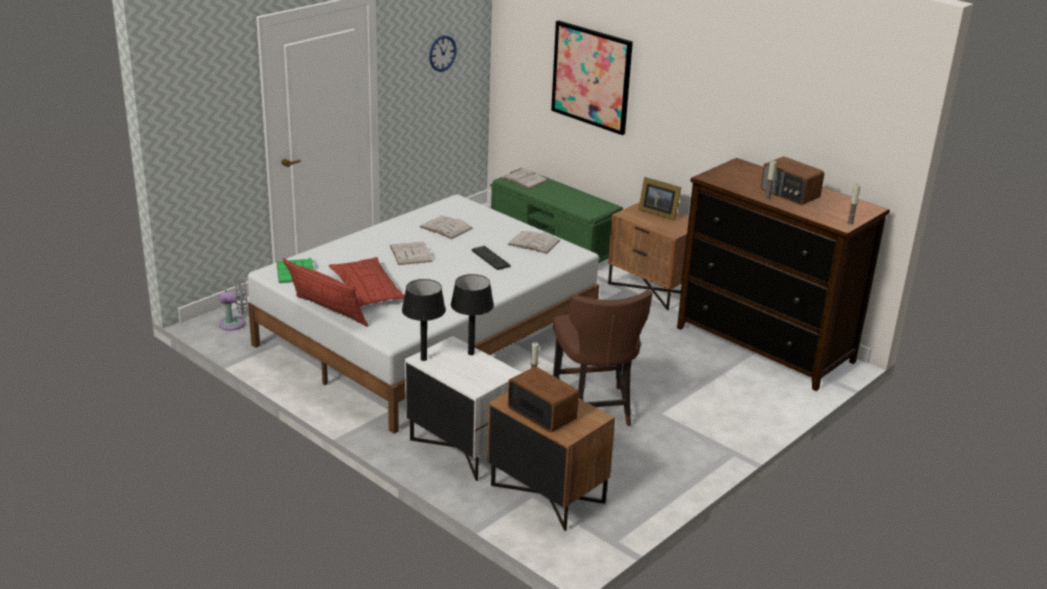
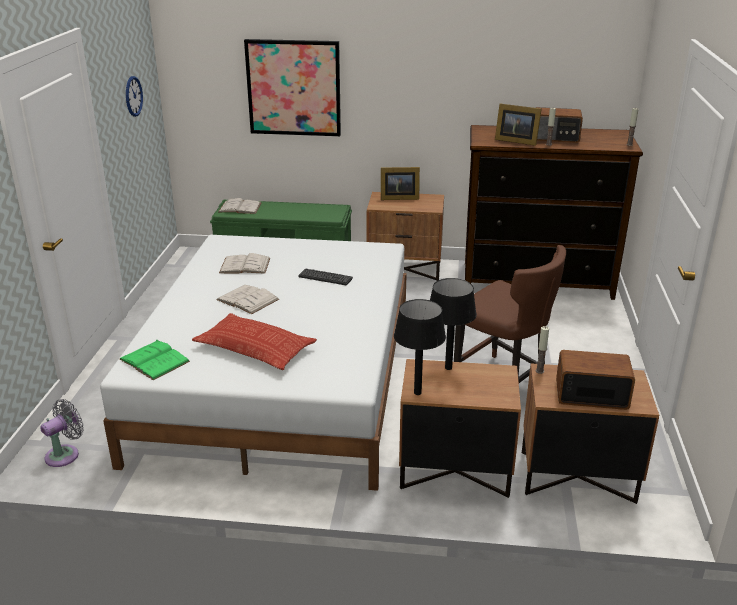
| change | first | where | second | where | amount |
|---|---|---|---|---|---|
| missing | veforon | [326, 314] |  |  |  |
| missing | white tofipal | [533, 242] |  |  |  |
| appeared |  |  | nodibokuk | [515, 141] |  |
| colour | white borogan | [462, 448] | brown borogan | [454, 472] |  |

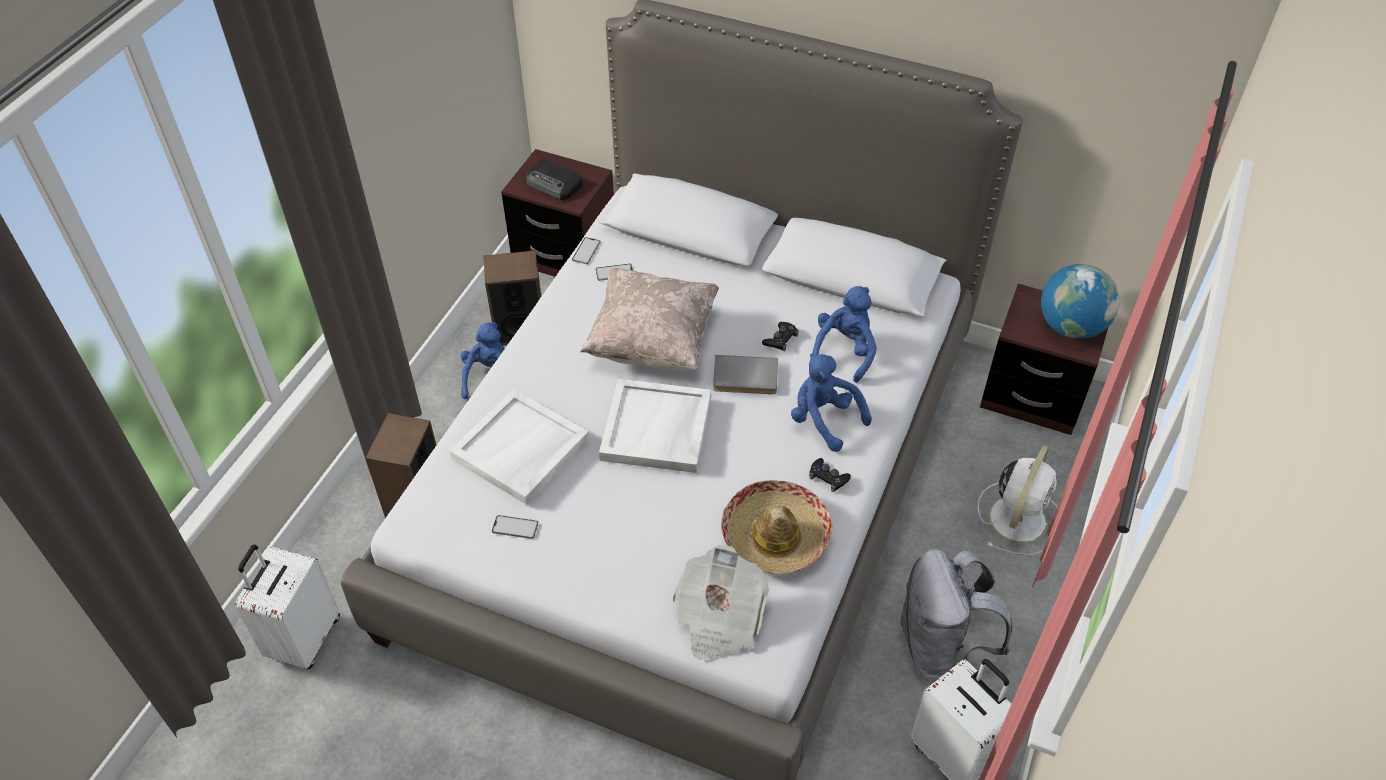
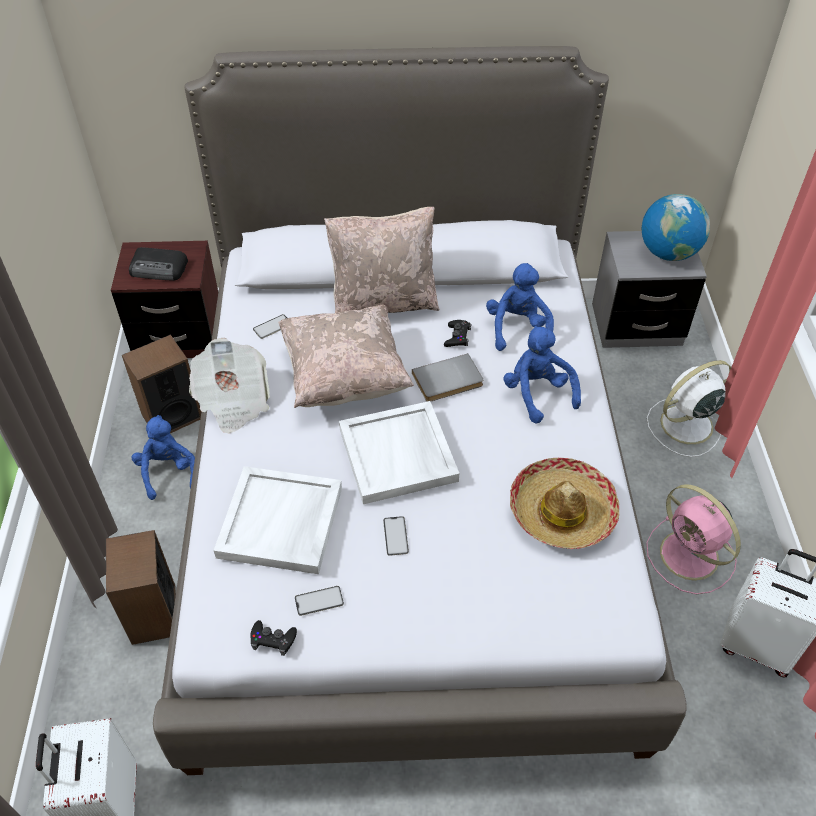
| change | first | where | second | where | amount |
|---|---|---|---|---|---|
| appeared |  |  | beige veforon | [384, 302] |  |
| relocated | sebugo | [586, 251] |  | [395, 536] |  |
| relocated | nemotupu | [718, 618] |  | [233, 400] |  |
| relocated | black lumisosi | [828, 477] |  | [273, 639] |  |
| exchanged | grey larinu | [940, 647] | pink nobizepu | [691, 557] |  |
| colour | brown borogan | [1032, 396] | grey borogan | [636, 325] |  |
| spun | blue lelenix | [824, 419] |  | [537, 393] | 45 degrees clockwise |
| spun | white nobizepu | [1018, 517] |  | [684, 425] | 120 degrees counterclockwise |

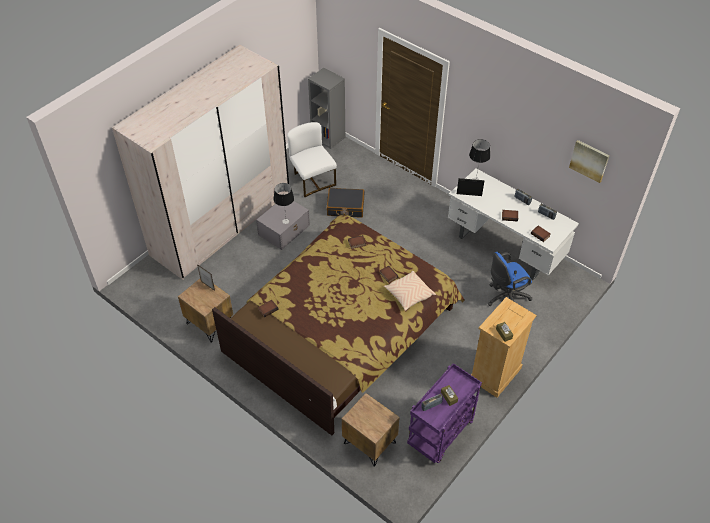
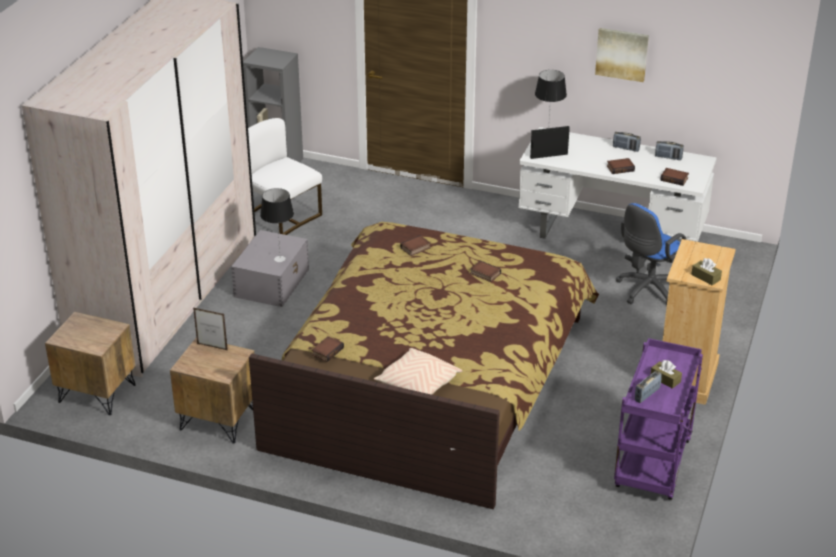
| change | first | where | second | where | amount |
|---|---|---|---|---|---|
| missing | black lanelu | [345, 207] |  |  |  |
| relocated | brown borogan | [369, 443] |  | [96, 394] |  |
| relocated | beige veforon | [409, 295] |  | [418, 384] |  |
| relocated | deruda | [589, 160] |  | [622, 54] |  |

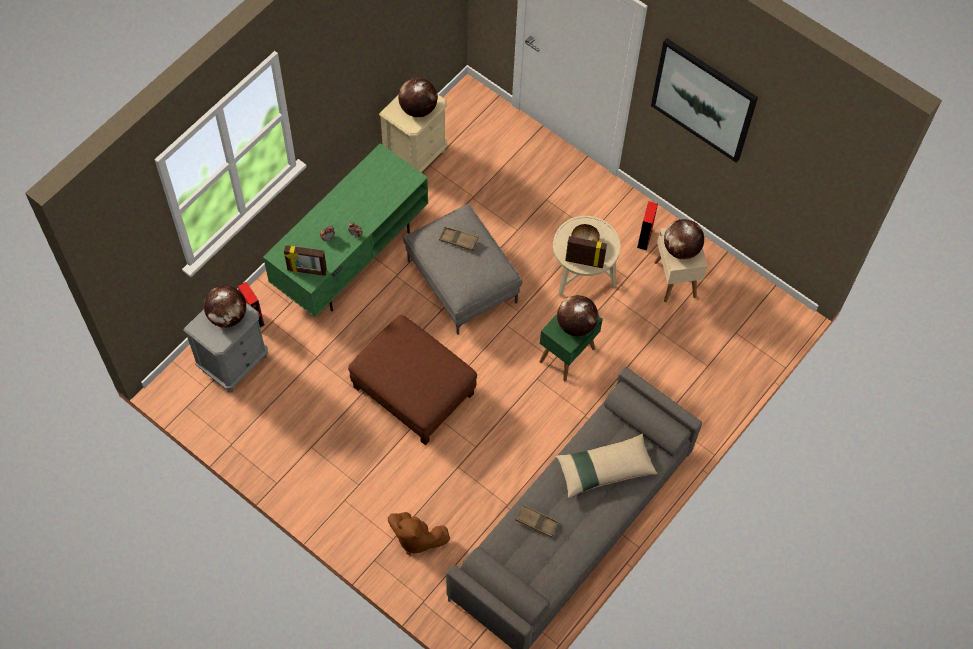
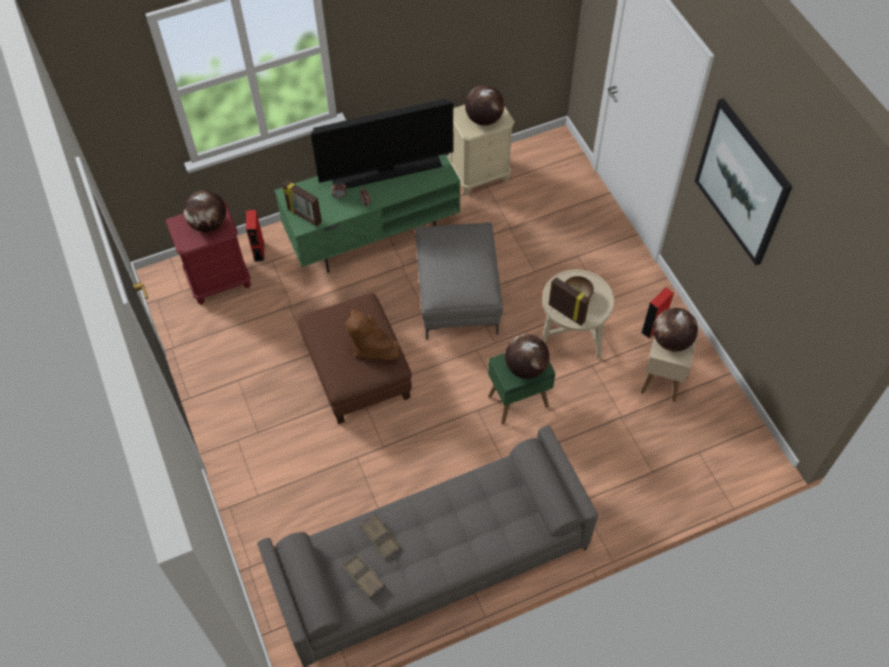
| change | first | where | second | where | amount |
|---|---|---|---|---|---|
| missing | beige veforon | [604, 469] |  |  |  |
| appeared |  |  | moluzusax | [387, 171] |  |
| relocated | brown lelenix | [415, 538] |  | [370, 346] |  |
| relocated | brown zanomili | [458, 240] |  | [363, 577] |  |
| colour | grey borogan | [234, 362] | red borogan | [219, 280] |  |

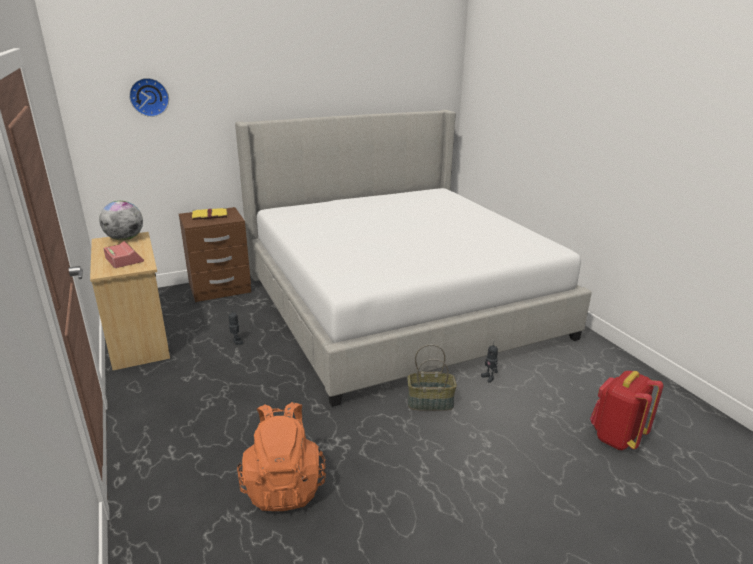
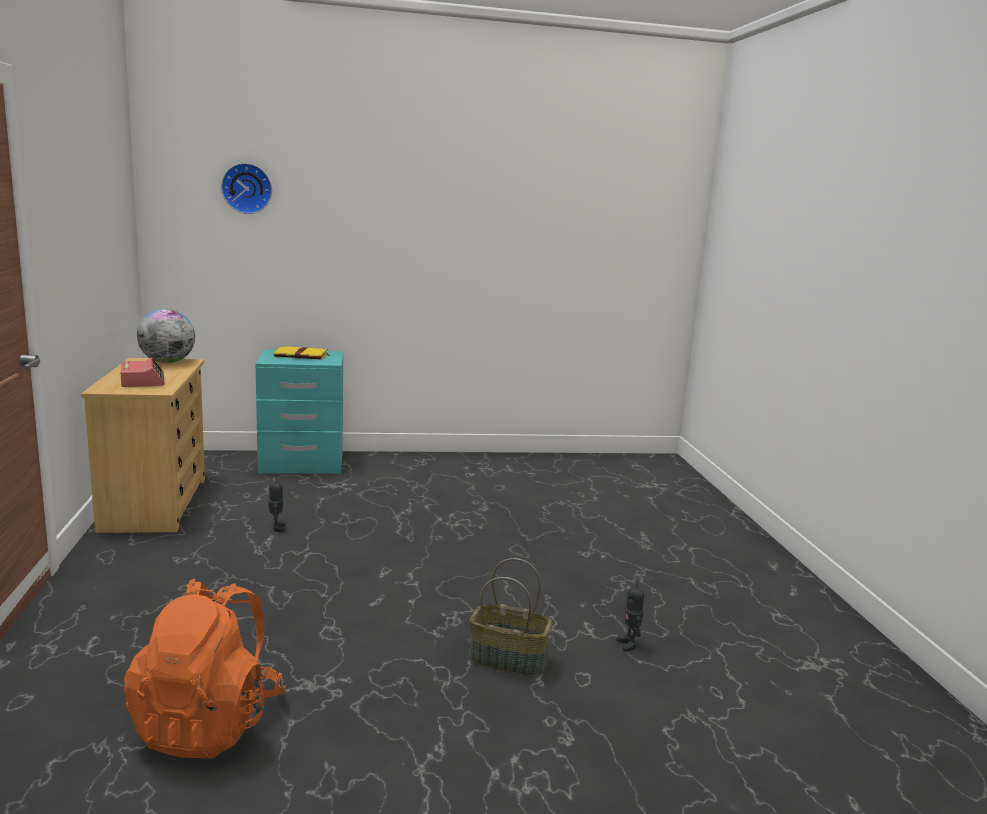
| change | first | where | second | where | amount |
|---|---|---|---|---|---|
| missing | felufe | [398, 304] |  |  |  |
| missing | red larinu | [616, 437] |  |  |  |
| colour | brown borogan | [220, 289] | turquoise borogan | [301, 463] |  |

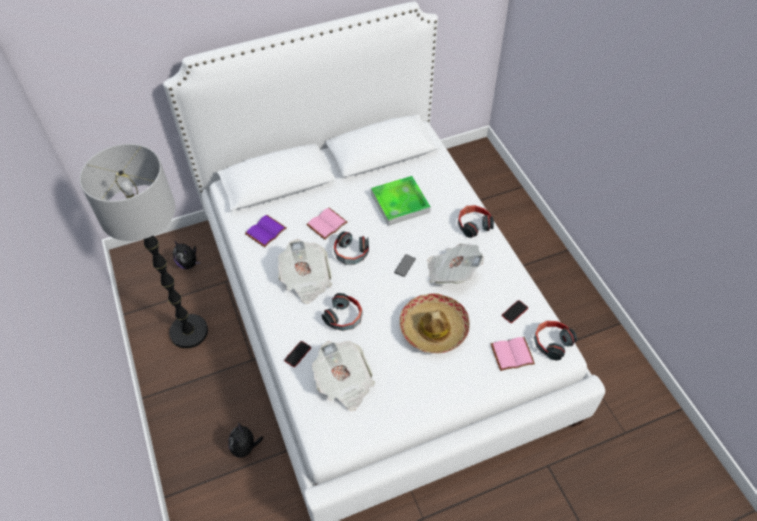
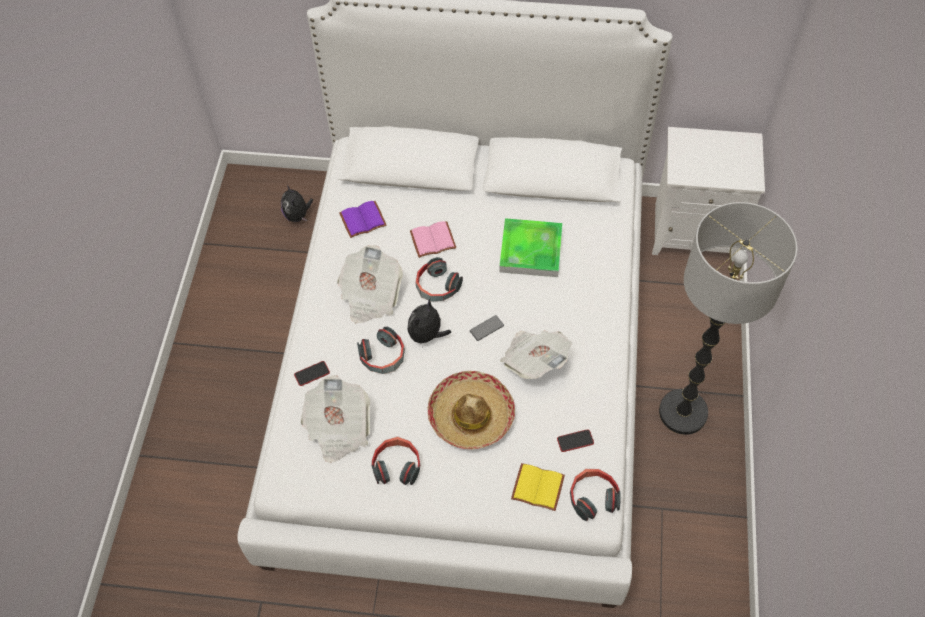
| change | first | where | second | where | amount |
|---|---|---|---|---|---|
| appeared |  |  | white borogan | [695, 231] |  |
| relocated | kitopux | [189, 332] |  | [683, 413] |  |
| relocated | lelenix | [245, 448] |  | [427, 335] |  |
| relocated | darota | [473, 225] |  | [397, 465] |  |
| colour | pink tofipal | [511, 355] | yellow tofipal | [536, 488] |  |

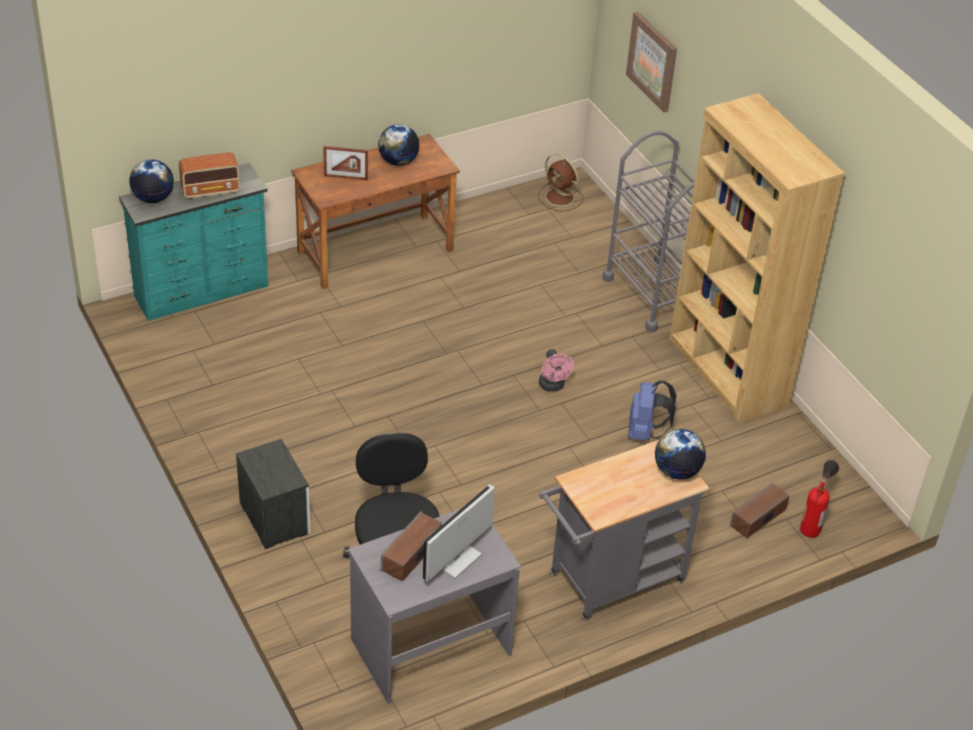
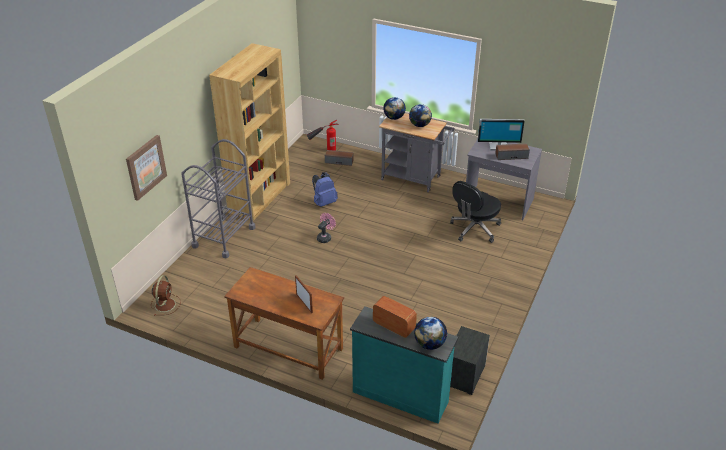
| change | first | where | second | where | amount |
|---|---|---|---|---|---|
| relocated | borogan | [274, 517] |  | [464, 375] |  |
| relocated | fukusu | [398, 161] |  | [419, 125] |  |

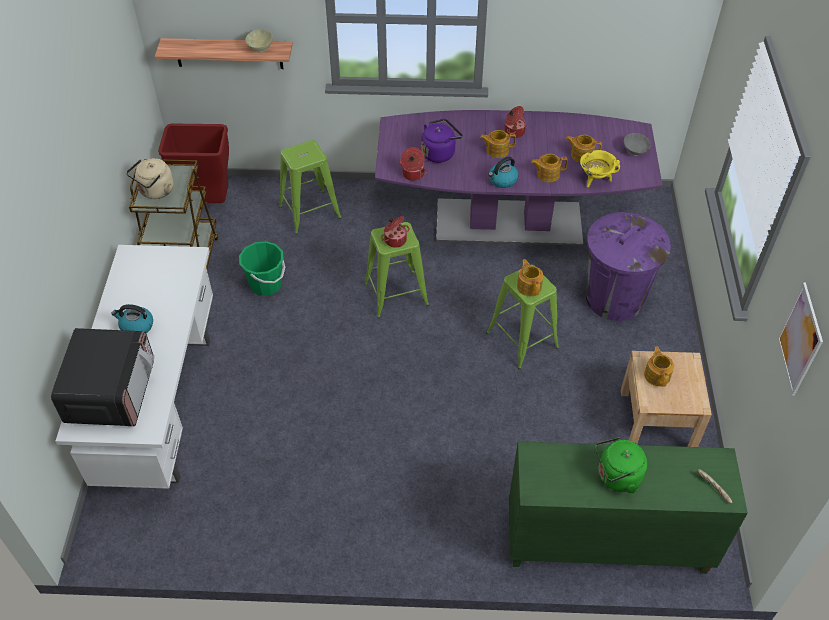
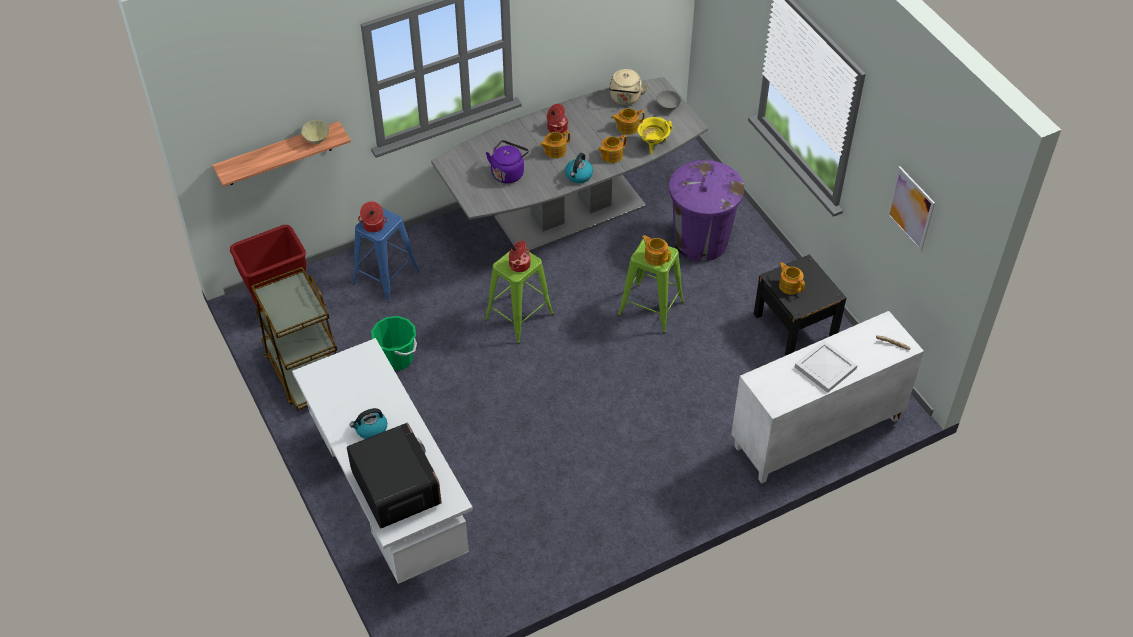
| change | first | where | second | where | amount |
|---|---|---|---|---|---|
| relocated | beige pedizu | [155, 191] |  | [625, 99] |  |
| relocated | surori | [412, 174] |  | [373, 226] |  |
| exchanged | green pedizu | [616, 477] | white zanomili | [824, 368] |  |
| colour | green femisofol | [309, 212] | blue femisofol | [385, 277] |  |
| colour | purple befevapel | [509, 222] | grey befevapel | [571, 212] |  |
| colour | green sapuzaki | [605, 544] | white sapuzaki | [816, 434] |  |
| colour | beige borogan | [657, 421] | black borogan | [795, 325] |  |

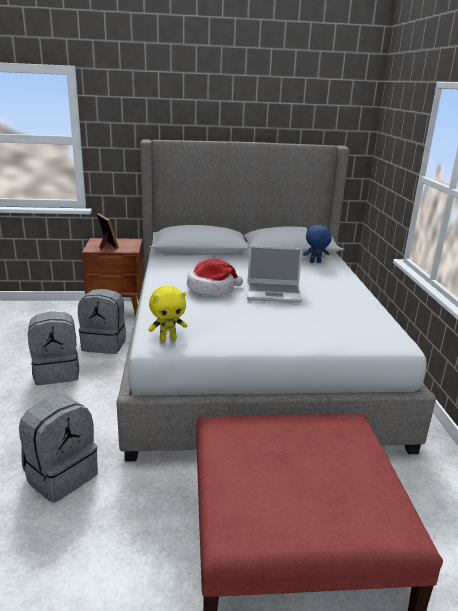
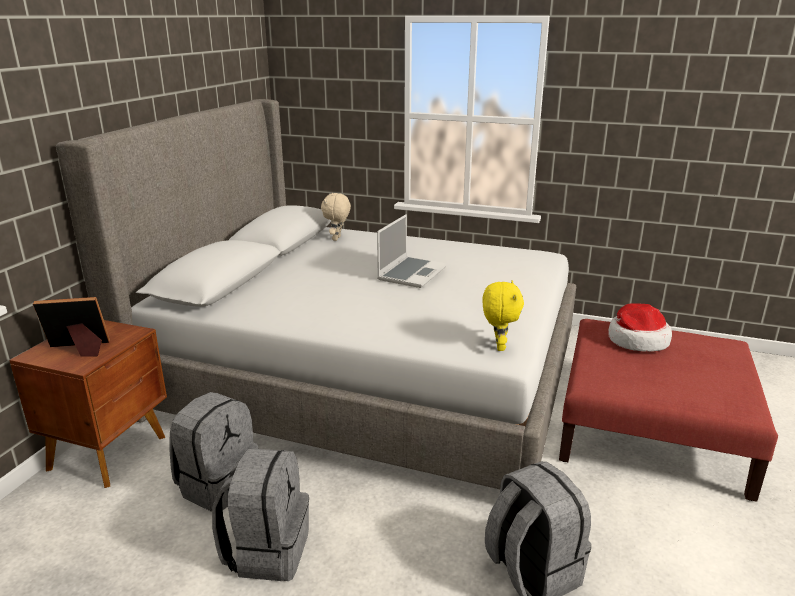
| change | first | where | second | where | amount |
|---|---|---|---|---|---|
| relocated | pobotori | [212, 289] |  | [636, 340] |  |
| colour | blue lelenix | [315, 262] | beige lelenix | [337, 239] |  |

